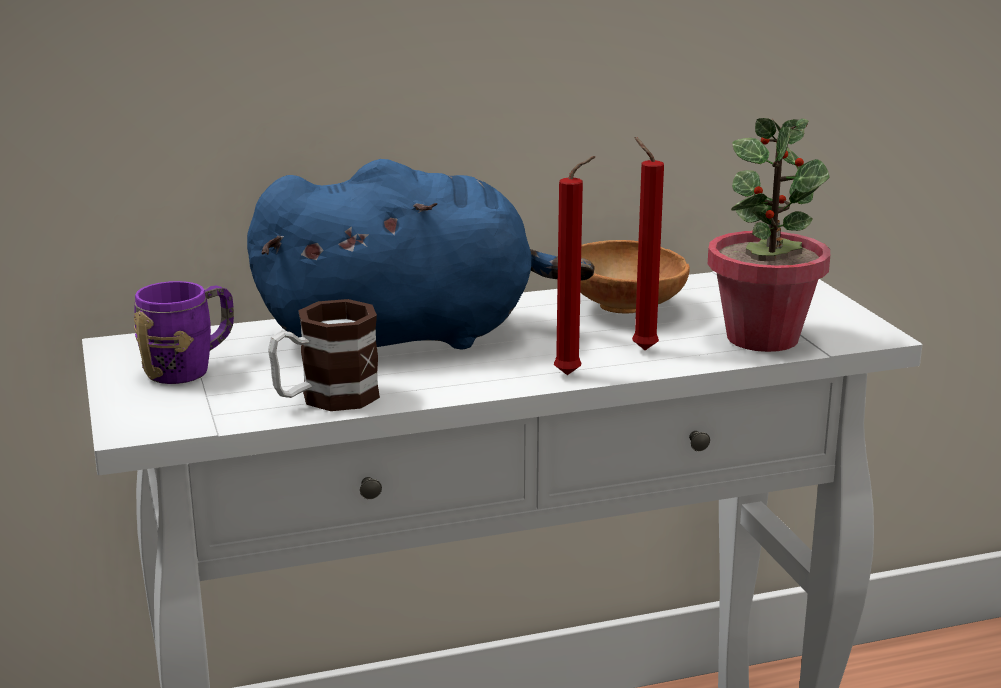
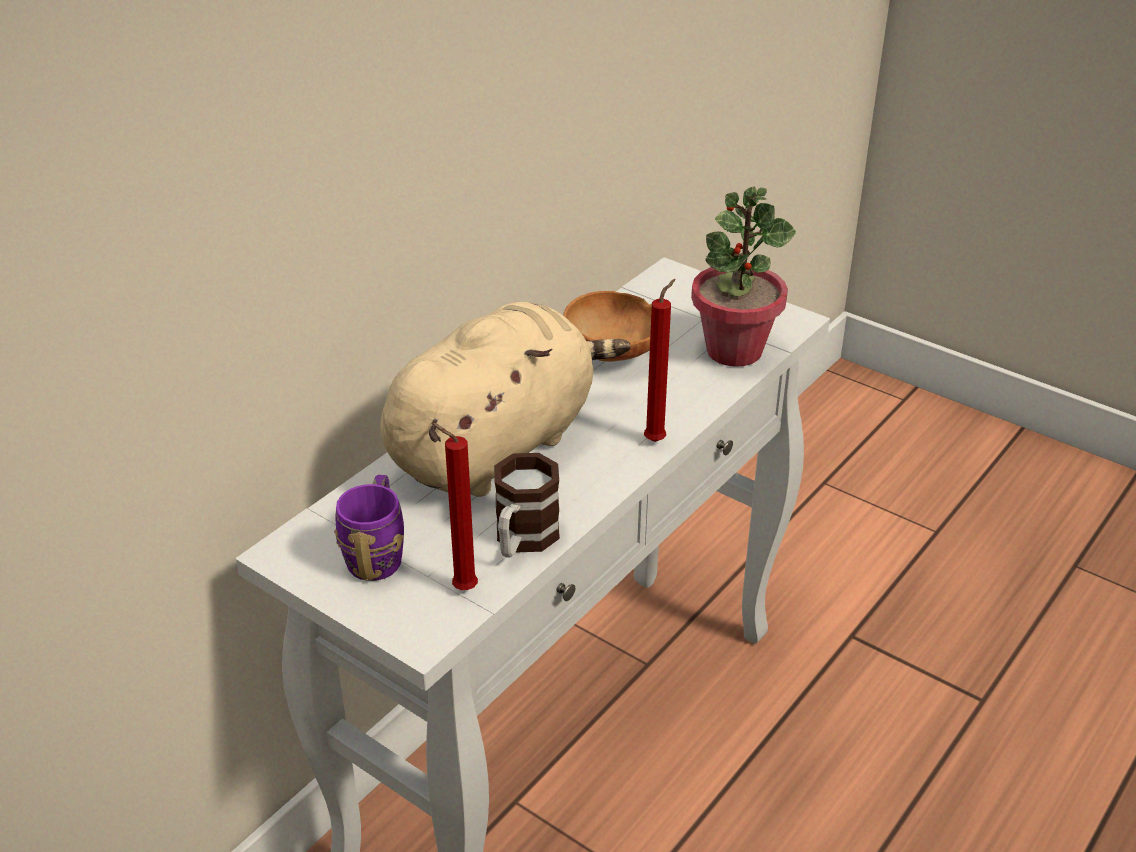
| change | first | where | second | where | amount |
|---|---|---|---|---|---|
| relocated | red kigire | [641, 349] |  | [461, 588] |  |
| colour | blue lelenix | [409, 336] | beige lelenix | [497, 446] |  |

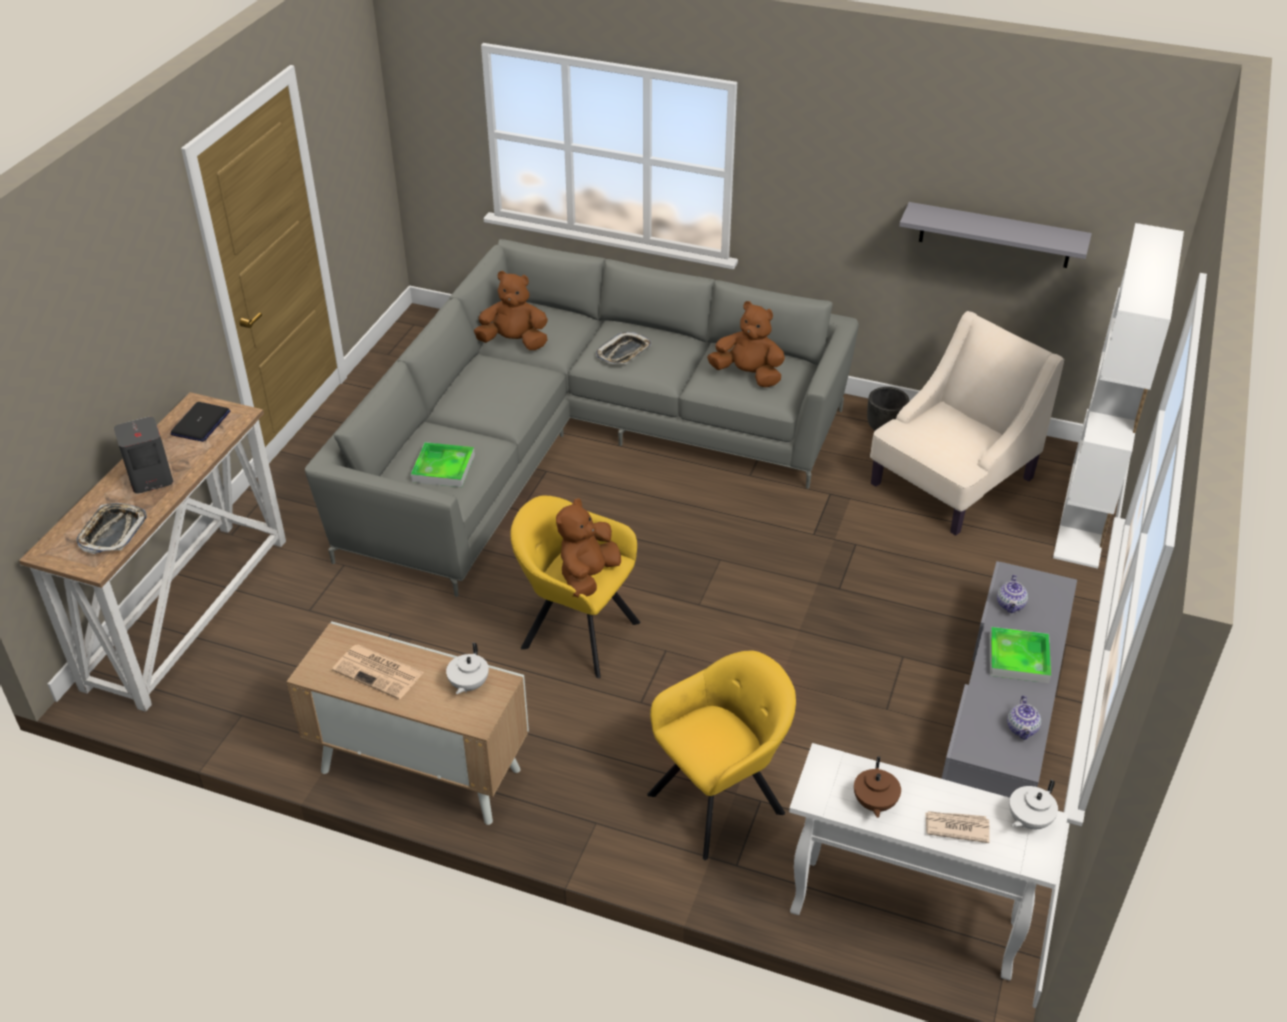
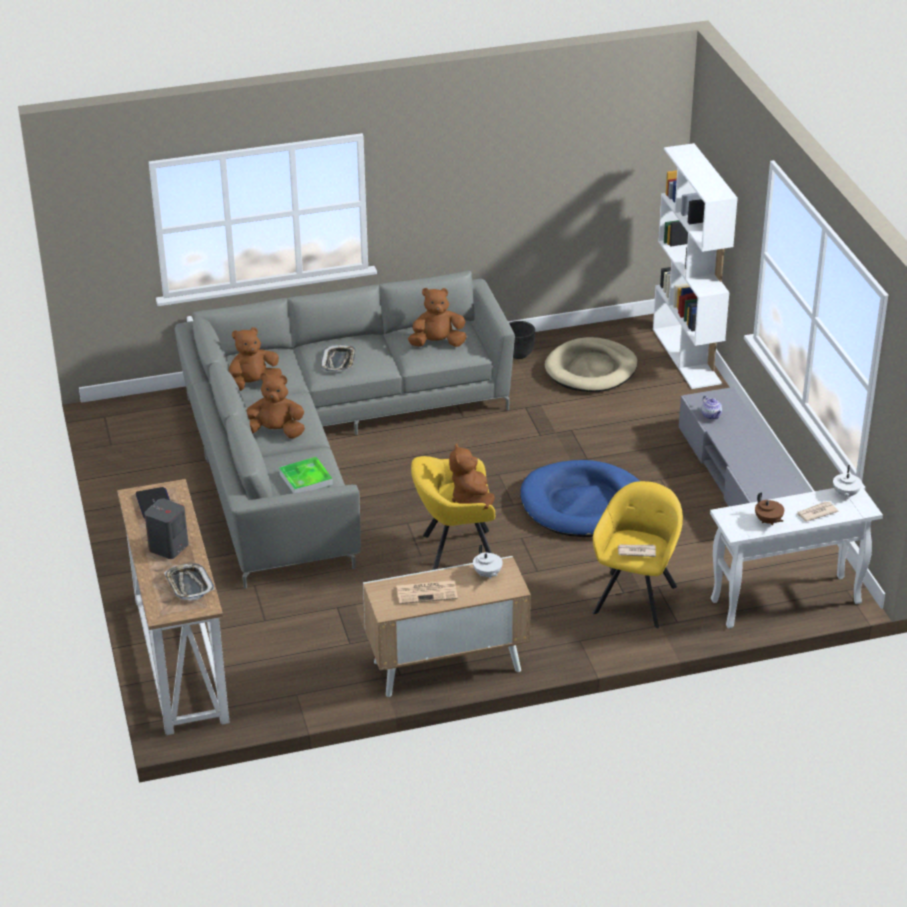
| change | first | where | second | where | amount |
|---|---|---|---|---|---|
| missing | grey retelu | [995, 235] |  |  |  |
| missing | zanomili | [1018, 658] |  |  |  |
| missing | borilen | [1022, 729] |  |  |  |
| appeared |  |  | brown lelenix | [275, 432] |  |
| appeared |  |  | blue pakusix | [584, 505] |  |
| appeared |  |  | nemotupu | [636, 551] |  |
| exchanged | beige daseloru | [950, 481] | beige pakusix | [591, 369] |  |

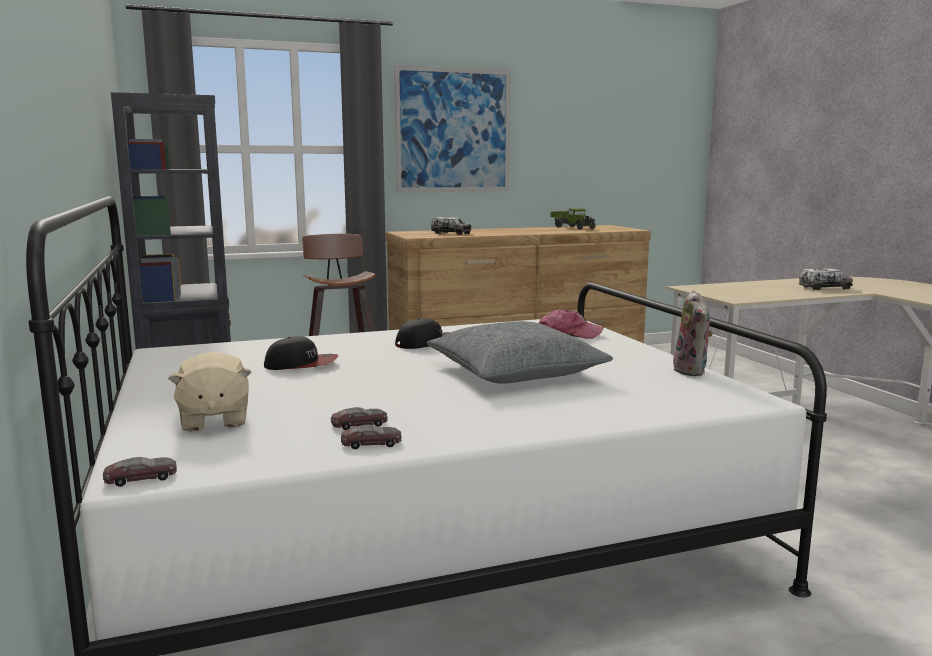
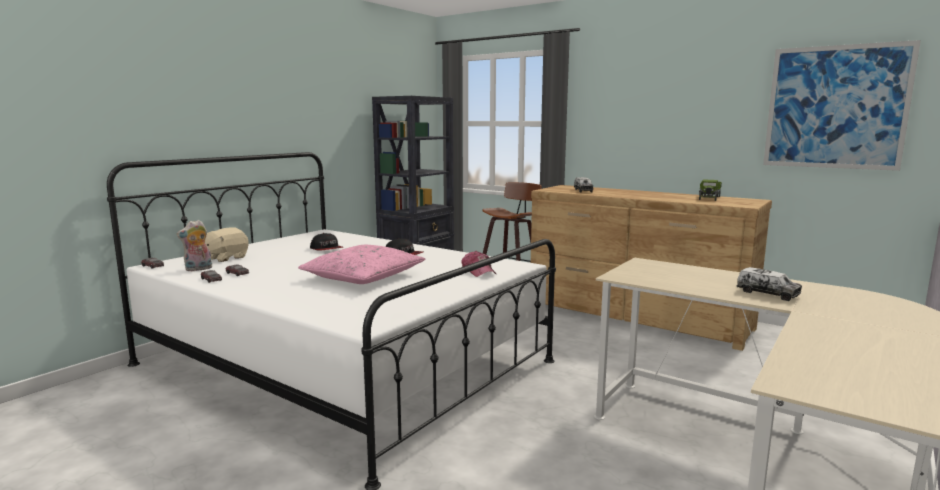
| change | first | where | second | where | amount |
|---|---|---|---|---|---|
| relocated | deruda | [453, 130] |  | [835, 107] |  |
| relocated | lelenix | [692, 371] |  | [198, 269] |  |
| colour | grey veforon | [515, 372] | pink veforon | [363, 277] |  |

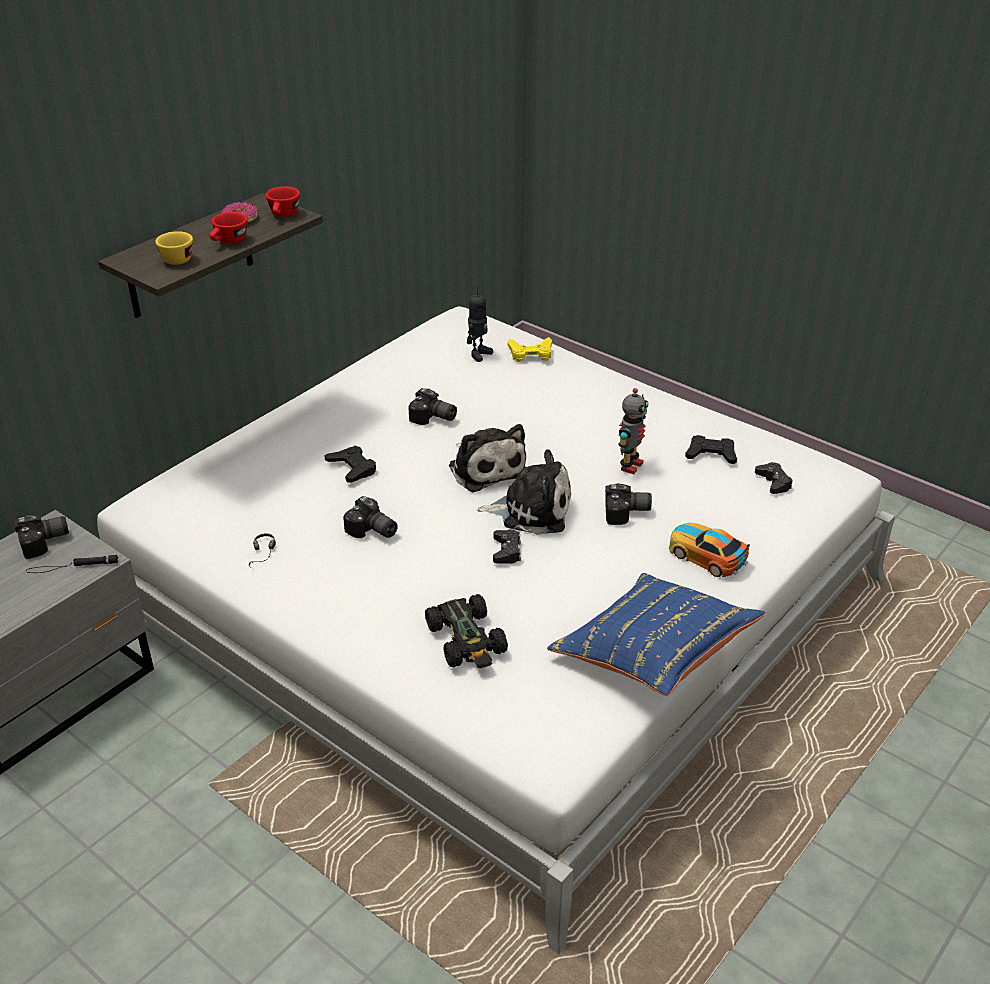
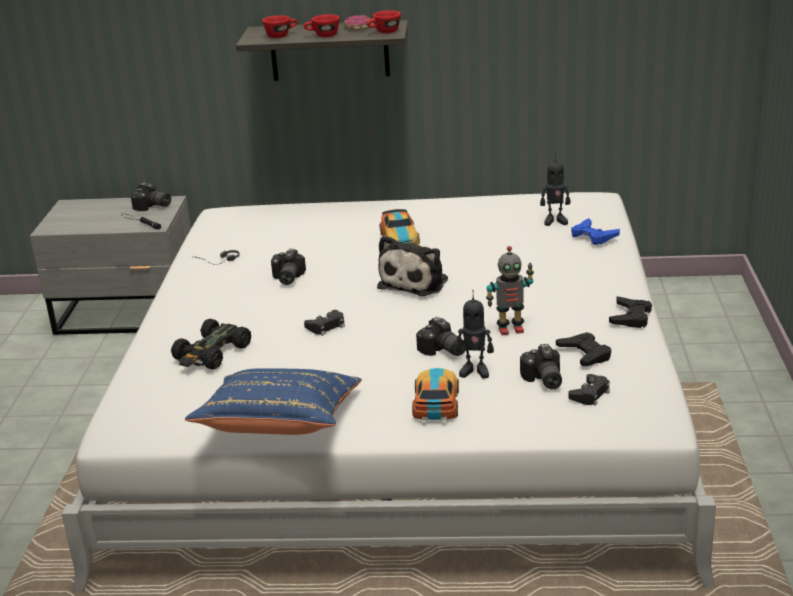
| change | first | where | second | where | amount |
|---|---|---|---|---|---|
| missing | lelenix | [531, 510] |  |  |  |
| appeared |  |  | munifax | [399, 239] |  |
| appeared |  |  | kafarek | [475, 371] |  |
| relocated | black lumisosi | [352, 468] |  | [631, 317] |  |
| relocated | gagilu | [433, 418] |  | [542, 380] |  |
| colour | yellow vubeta | [178, 258] | red vubeta | [281, 35] |  |
| colour | yellow lumisosi | [530, 353] | blue lumisosi | [593, 236] |  |

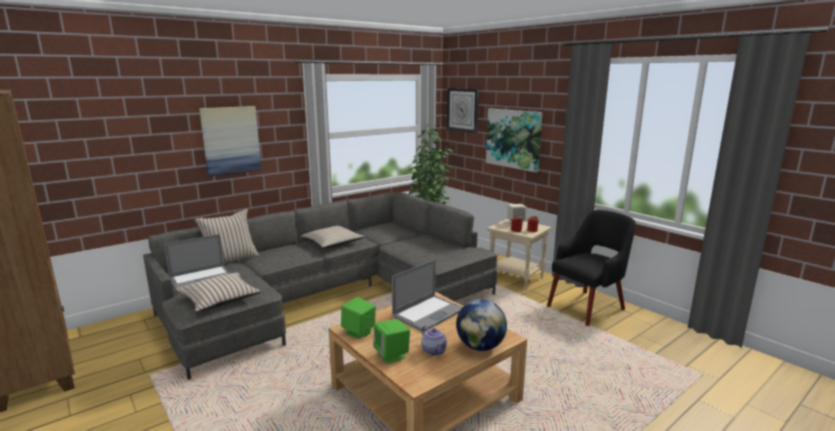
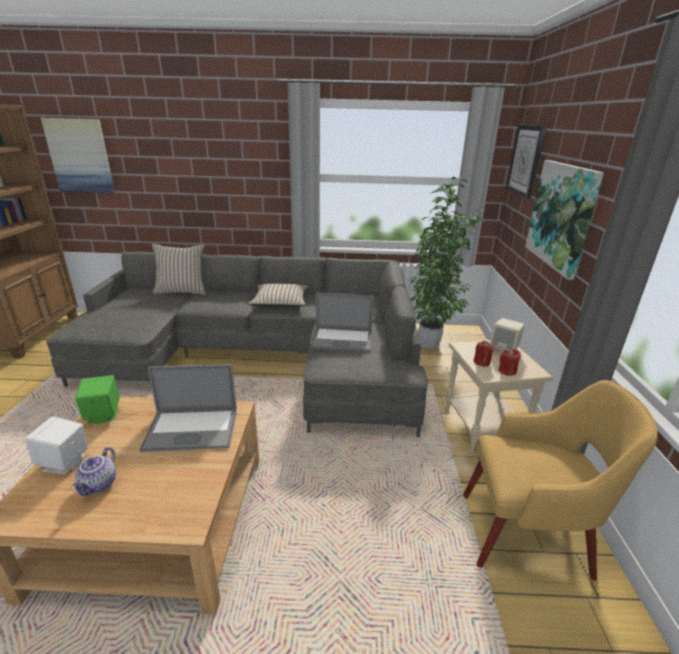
| change | first | where | second | where | amount |
|---|---|---|---|---|---|
| missing | beige veforon | [219, 299] |  |  |  |
| missing | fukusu | [480, 346] |  |  |  |
| relocated | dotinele | [201, 278] |  | [342, 340] |  |
| relocated | deruda | [231, 140] |  | [80, 156] |  |
| colour | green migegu | [392, 355] | white migegu | [64, 463] |  |
| colour | black daseloru | [587, 307] | yellow daseloru | [528, 534] |  |

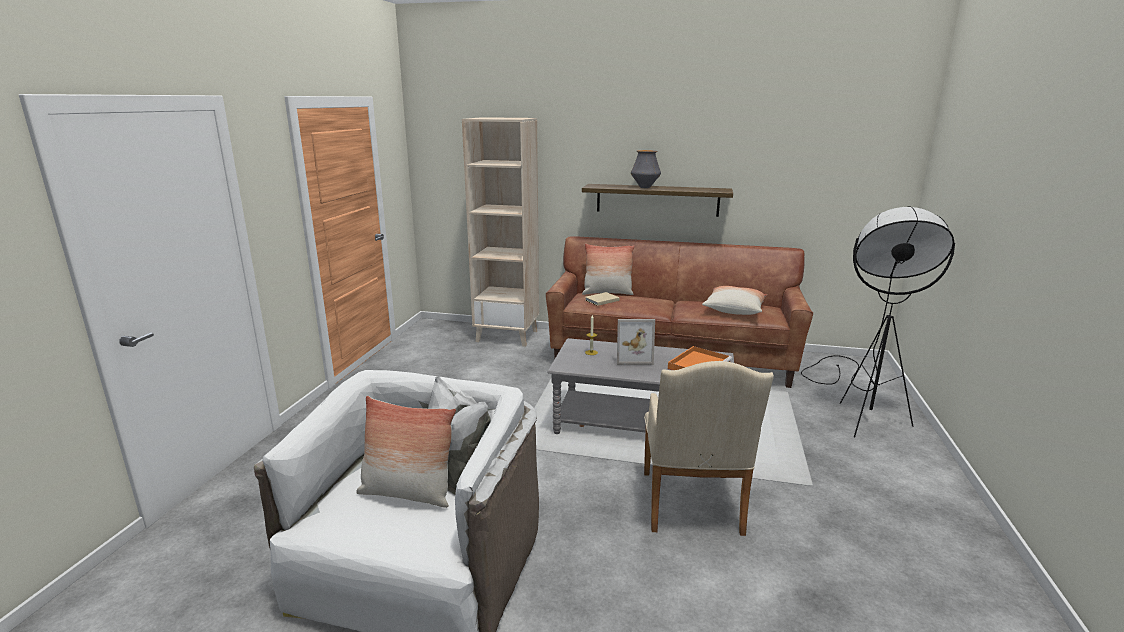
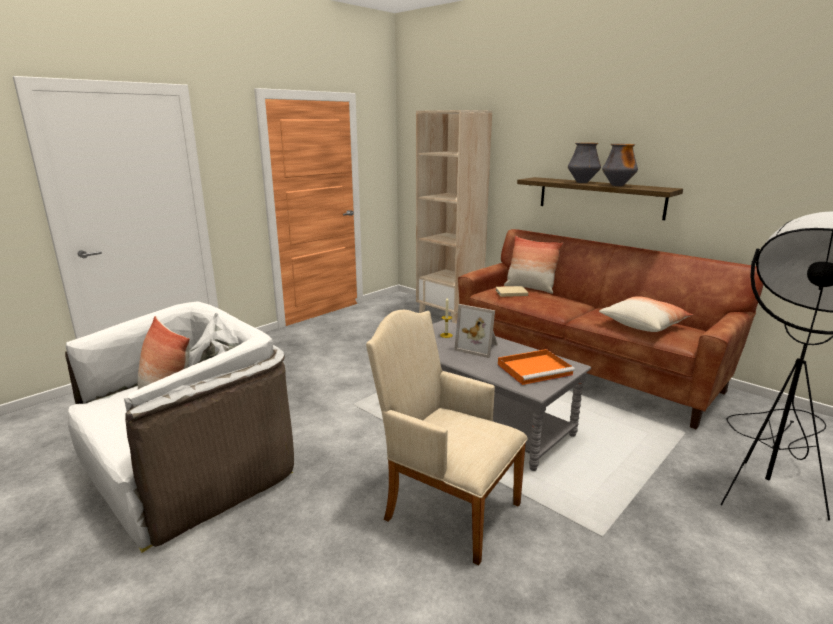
| change | first | where | second | where | amount |
|---|---|---|---|---|---|
| appeared |  |  | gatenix | [617, 185] |  |
| spun | beige daseloru | [691, 507] |  | [445, 507] | 90 degrees clockwise |

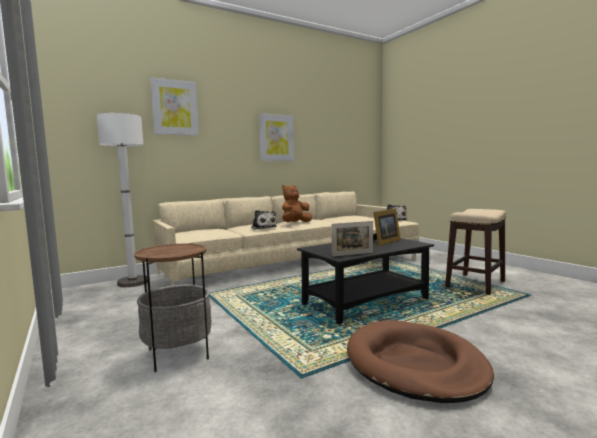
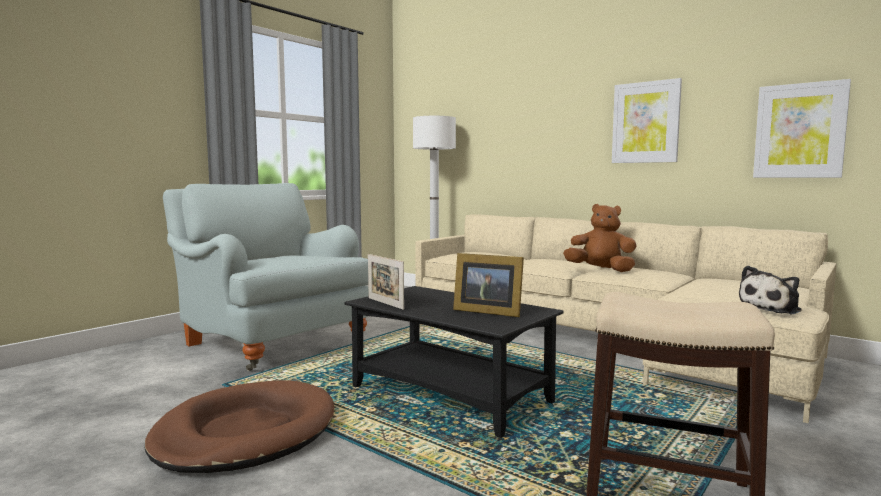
| change | first | where | second | where | amount |
|---|---|---|---|---|---|
| missing | lelenix | [263, 227] |  |  |  |
| relocated | deruda | [175, 107] |  | [799, 131] |  |
| exchanged | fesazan | [178, 354] | grey daseloru | [271, 341] |  |

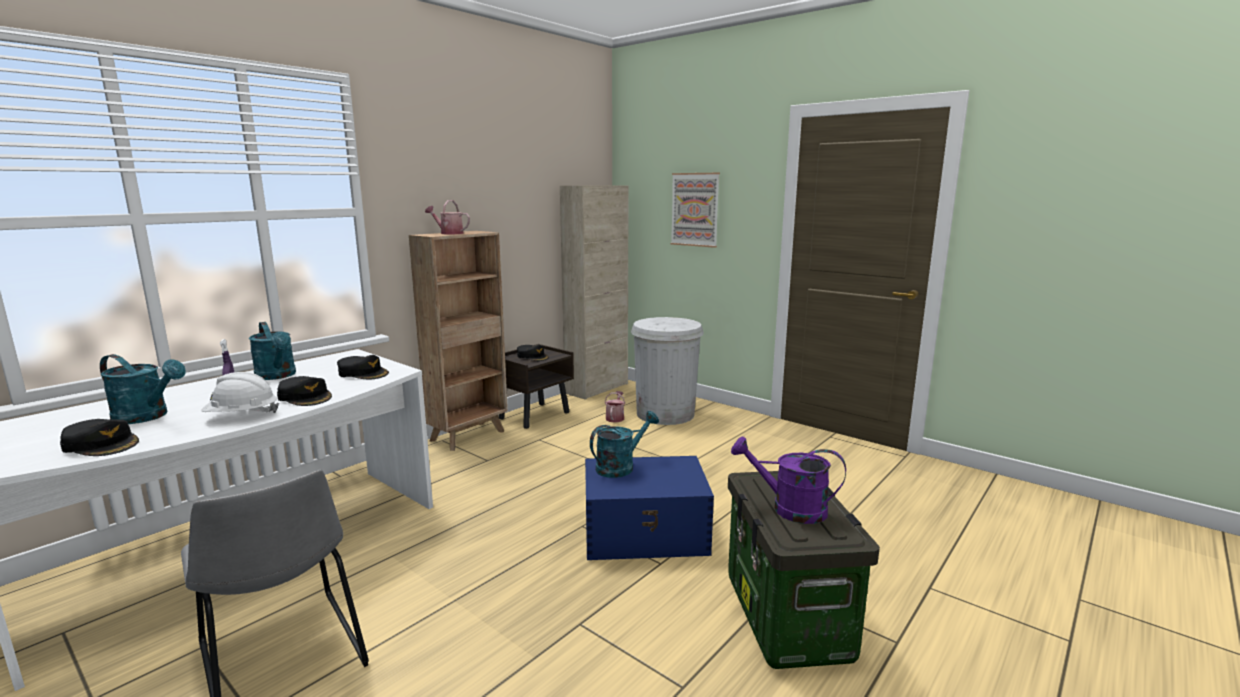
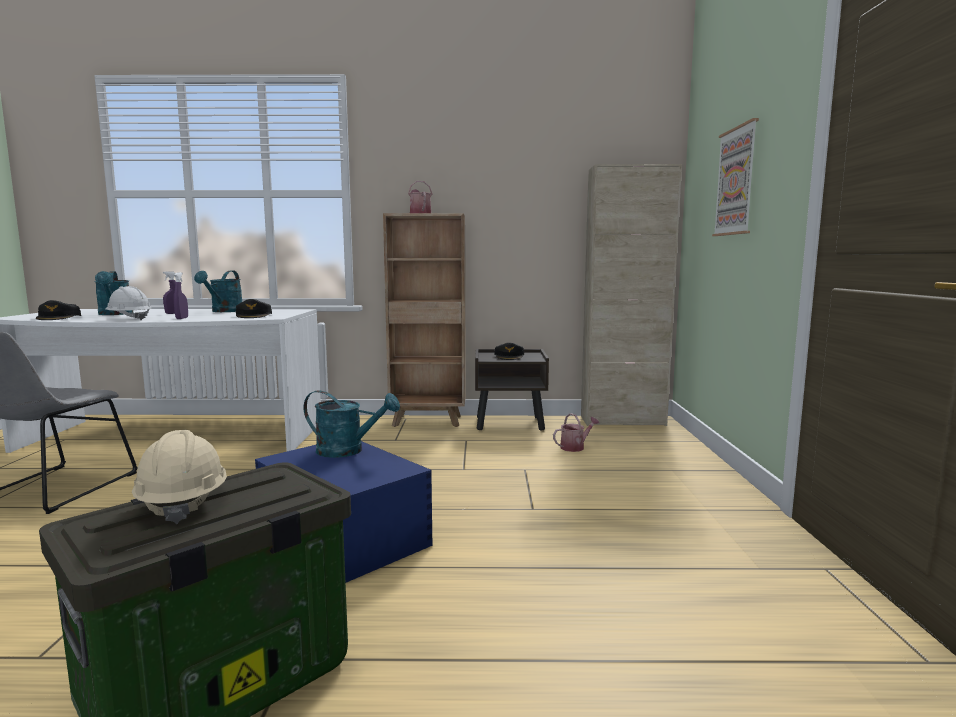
| change | first | where | second | where | amount |
|---|---|---|---|---|---|
| missing | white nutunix | [665, 414] |  |  |  |
| exchanged | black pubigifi | [305, 397] | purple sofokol | [182, 318] |  |
| exchanged | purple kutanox | [789, 509] | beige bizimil | [183, 503] |  |

